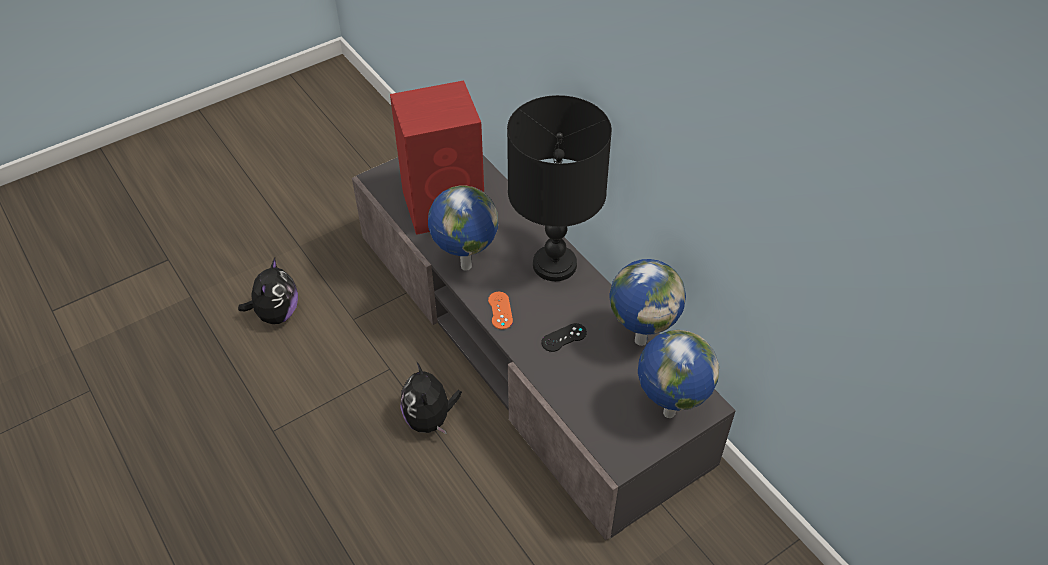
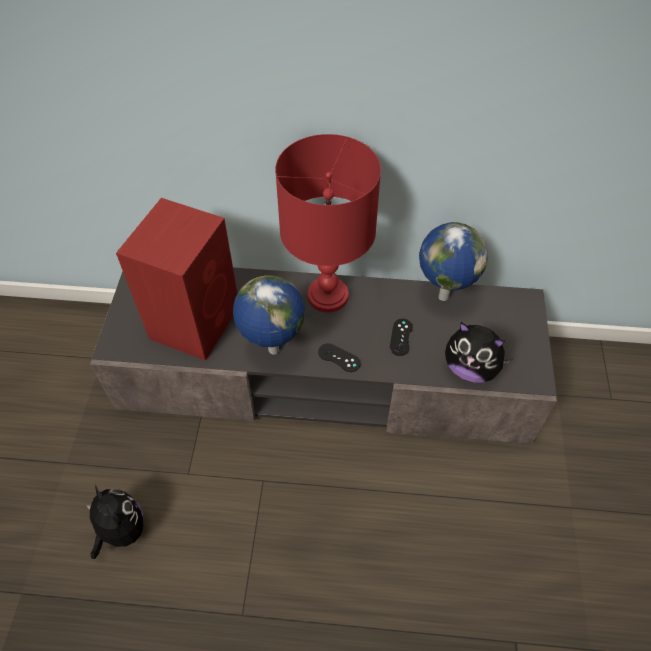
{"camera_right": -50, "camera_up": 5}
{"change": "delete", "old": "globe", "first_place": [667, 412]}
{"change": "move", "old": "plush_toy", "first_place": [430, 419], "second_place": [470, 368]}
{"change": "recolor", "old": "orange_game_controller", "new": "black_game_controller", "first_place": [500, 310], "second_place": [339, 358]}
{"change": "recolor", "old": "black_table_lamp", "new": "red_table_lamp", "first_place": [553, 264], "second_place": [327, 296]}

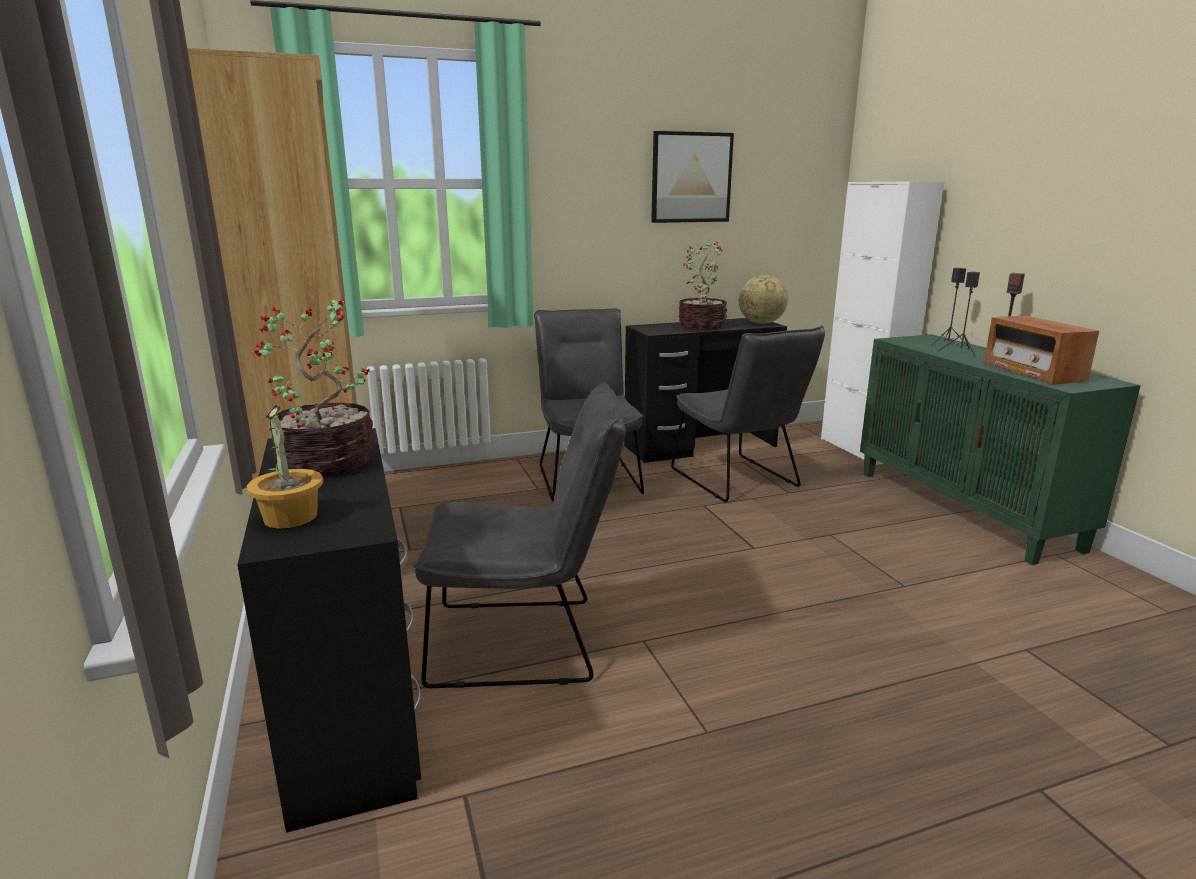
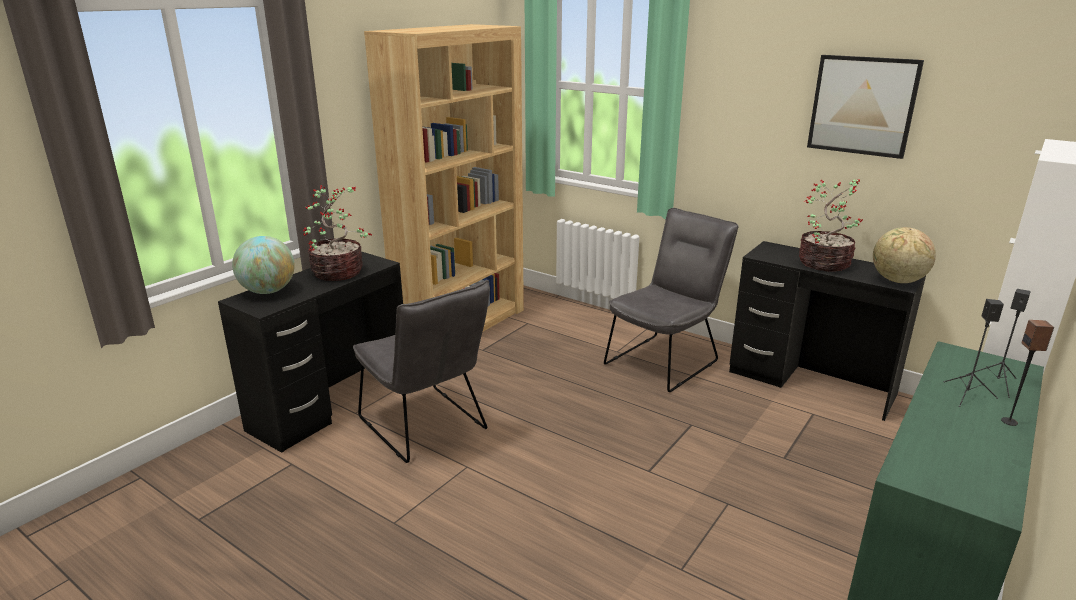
{"camera_right": 55, "camera_up": 5}
{"change": "delete", "old": "grey_chair", "first_place": [739, 481]}
{"change": "delete", "old": "radio", "first_place": [1032, 372]}
{"change": "replace", "old": "potted_plant", "new": "globe", "first_place": [291, 517], "second_place": [268, 291]}

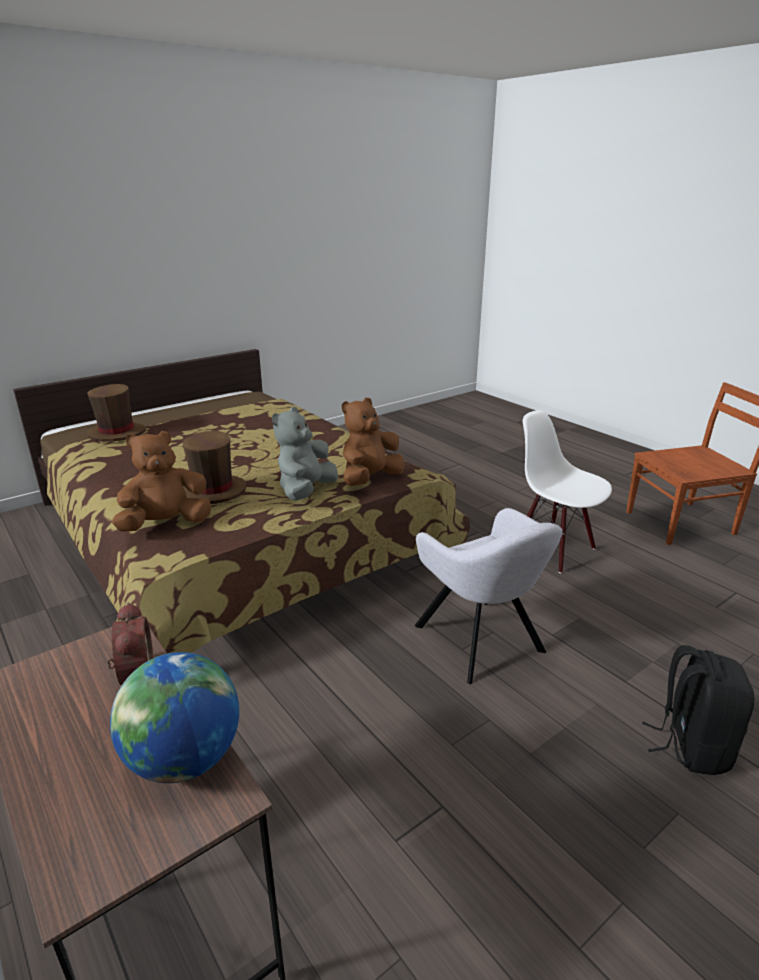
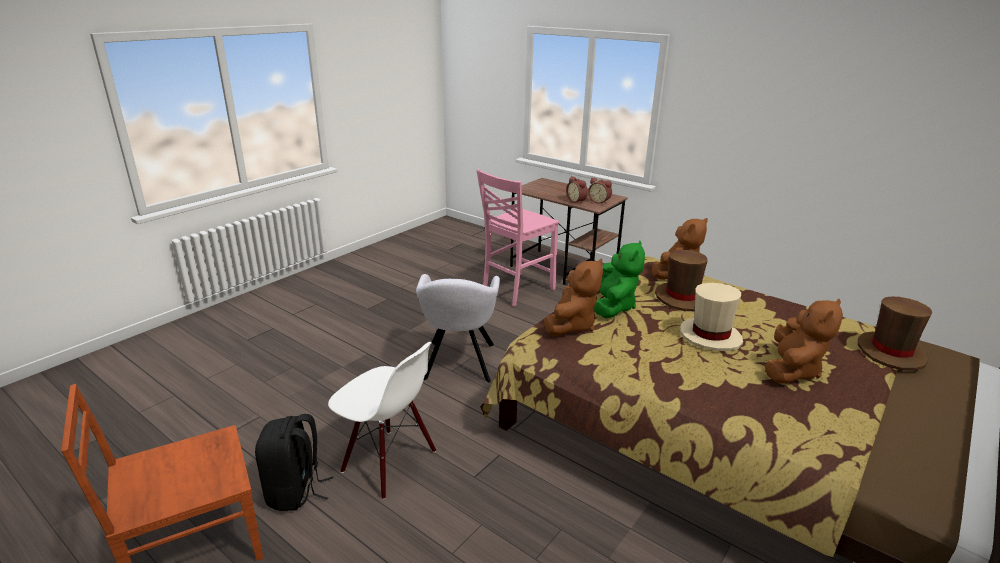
{"camera_right": 165, "camera_up": 0}
{"change": "delete", "old": "globe", "first_place": [184, 759]}
{"change": "insert", "new": "pink_chair", "second_place": [516, 290]}
{"change": "insert", "new": "alarm_clock", "second_place": [599, 201]}
{"change": "insert", "new": "beige_hat", "second_place": [710, 336]}
{"change": "insert", "new": "brown_plush_toy", "second_place": [791, 370]}
{"change": "move", "old": "black_backpack", "first_place": [691, 745], "second_place": [295, 491]}
{"change": "recolor", "old": "grey_plush_toy", "new": "green_plush_toy", "first_place": [306, 491], "second_place": [613, 306]}
{"change": "rotate", "old": "grey_armchair", "first_place": [482, 641], "second_place": [459, 363], "degrees": -135}

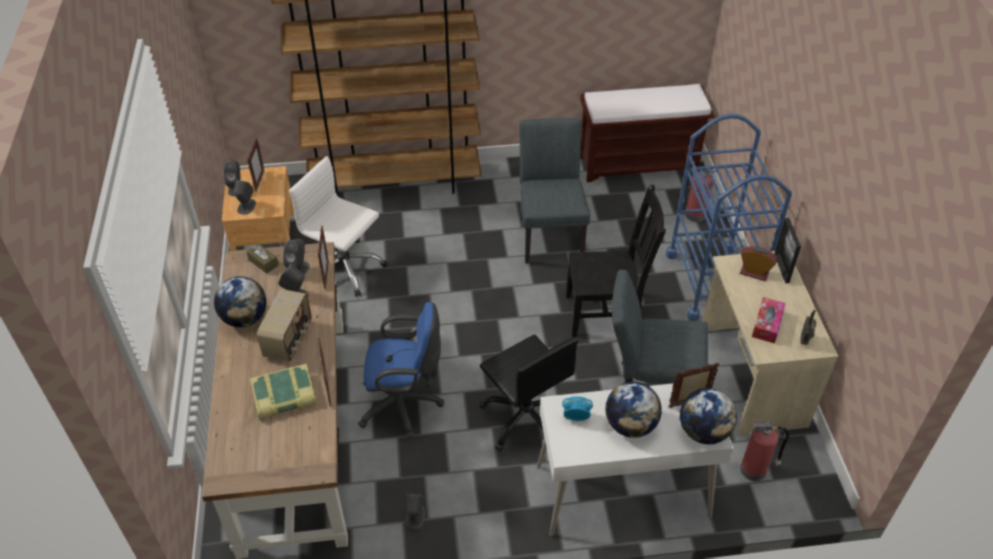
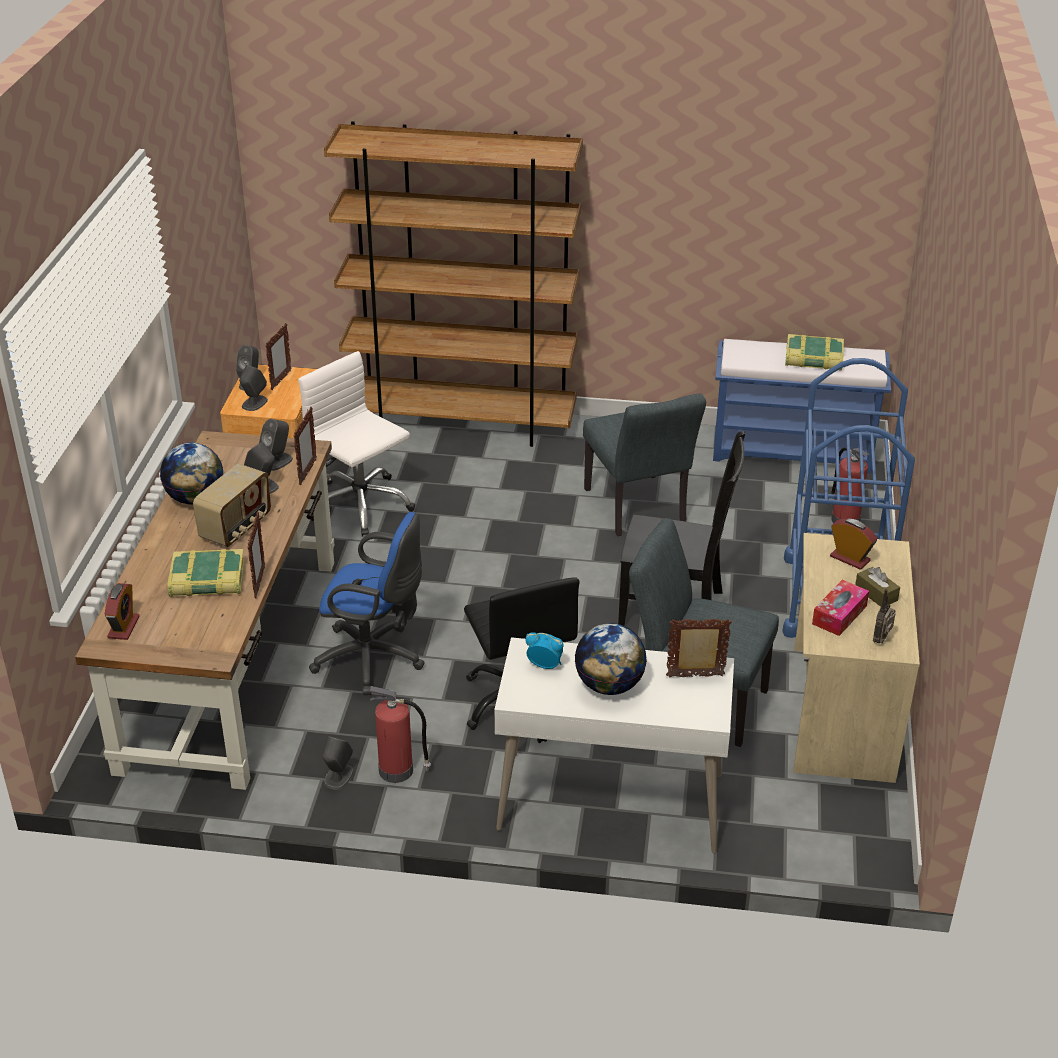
{"camera_right": 15, "camera_up": -10}
{"change": "delete", "old": "globe", "first_place": [703, 432]}
{"change": "delete", "old": "picture_frame", "first_place": [781, 268]}
{"change": "insert", "new": "alarm_clock", "second_place": [123, 627]}
{"change": "insert", "new": "book", "second_place": [813, 359]}
{"change": "move", "old": "brown_tissue_box", "first_place": [263, 262], "second_place": [876, 594]}
{"change": "move", "old": "fire_extinguisher", "first_place": [754, 469], "second_place": [398, 770]}
{"change": "recolor", "old": "brown_bench", "new": "blue_bench", "first_place": [639, 163], "second_place": [793, 451]}
{"change": "rotate", "old": "grey_chair", "first_place": [550, 234], "second_place": [638, 510], "degrees": 150}

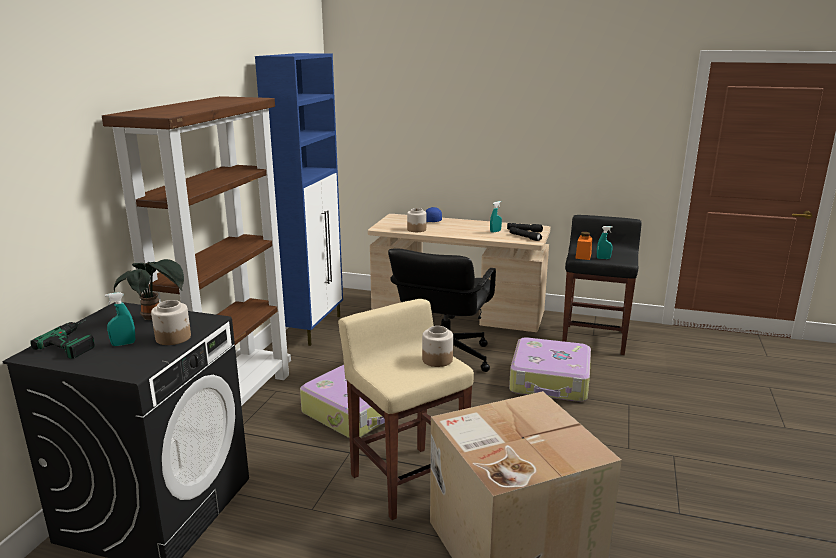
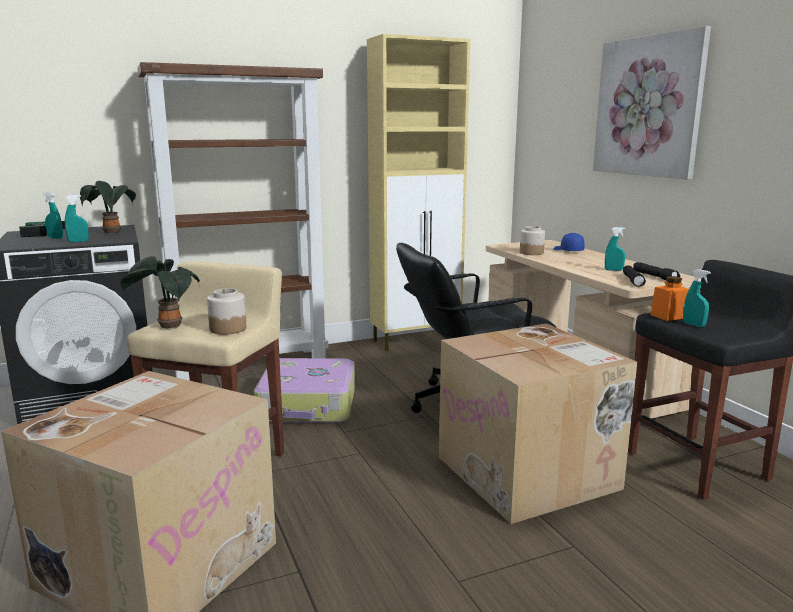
{"camera_right": 50, "camera_up": -5}
{"change": "insert", "new": "potted_plant", "second_place": [167, 326]}
{"change": "insert", "new": "picture", "second_place": [647, 106]}
{"change": "replace", "old": "jar", "new": "turquoise_spray_bottle", "first_place": [174, 338], "second_place": [78, 241]}
{"change": "replace", "old": "suitcase", "new": "cardboard_box", "first_place": [550, 381], "second_place": [530, 473]}
{"change": "recolor", "old": "blue_cabinet", "new": "beige_cabinet", "first_place": [313, 328], "second_place": [417, 340]}

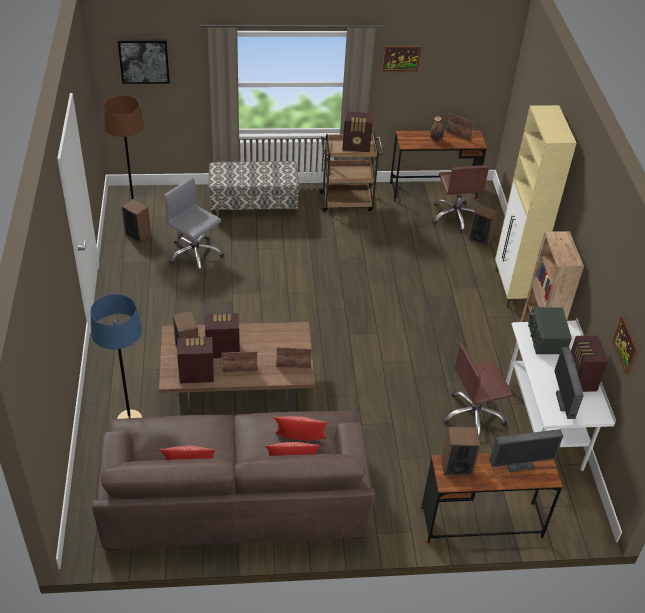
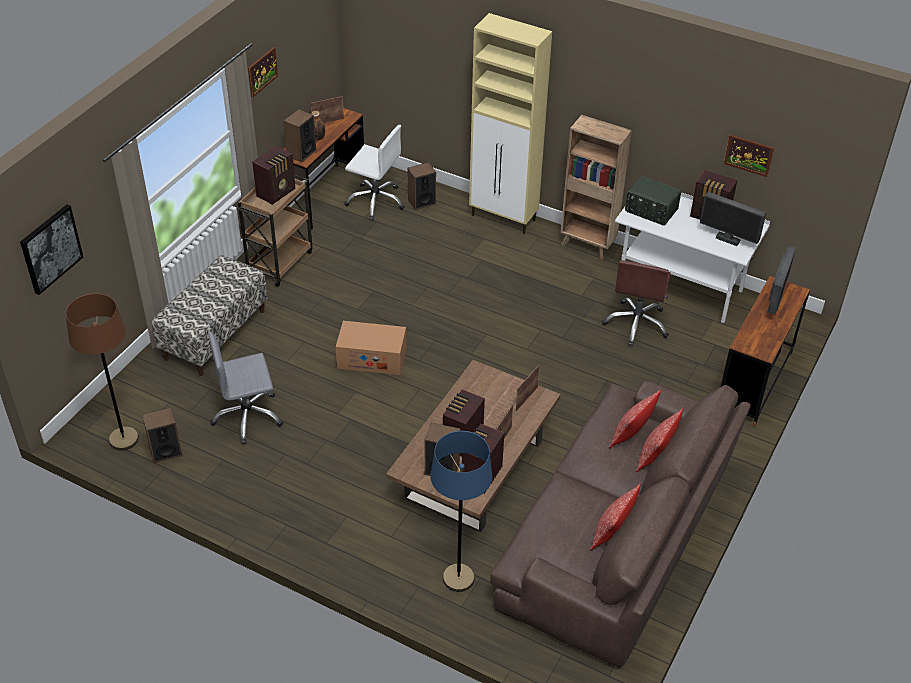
{"camera_right": -55, "camera_up": 0}
{"change": "insert", "new": "cardboard_box", "second_place": [372, 358]}
{"change": "move", "old": "speaker", "first_place": [456, 466], "second_place": [301, 153]}
{"change": "recolor", "old": "brown_office_chair", "new": "white_office_chair", "first_place": [455, 216], "second_place": [376, 201]}

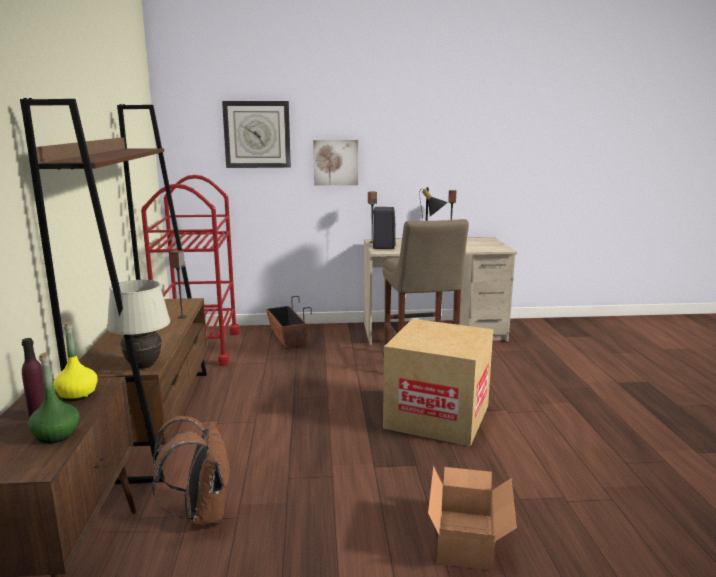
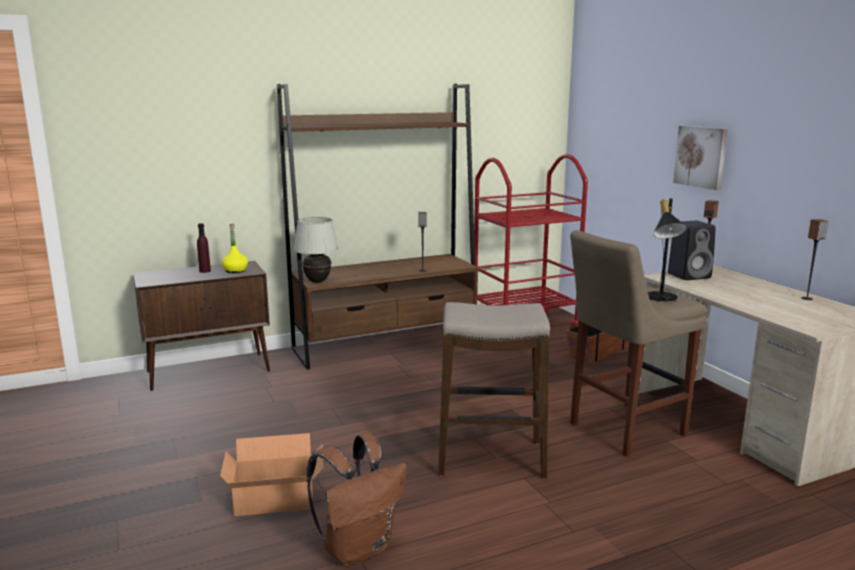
{"camera_right": 70, "camera_up": 0}
{"change": "delete", "old": "green_bottle", "first_place": [56, 435]}
{"change": "delete", "old": "wall_clock", "first_place": [257, 134]}
{"change": "move", "old": "brown_backpack", "first_place": [201, 514], "second_place": [358, 548]}
{"change": "replace", "old": "cardboard_box", "new": "stool", "first_place": [437, 416], "second_place": [491, 458]}

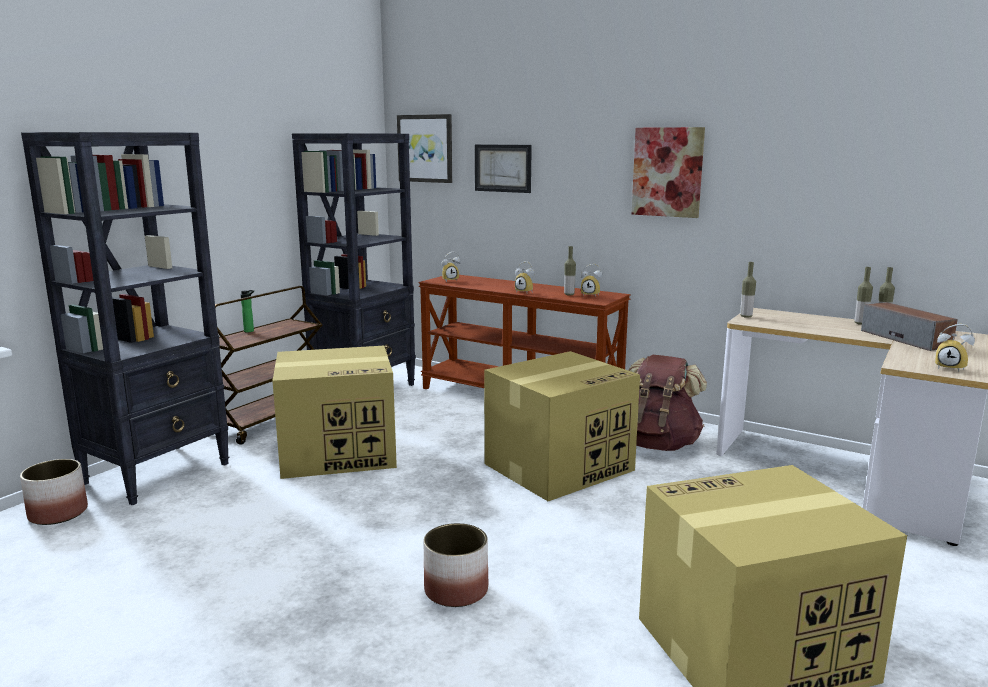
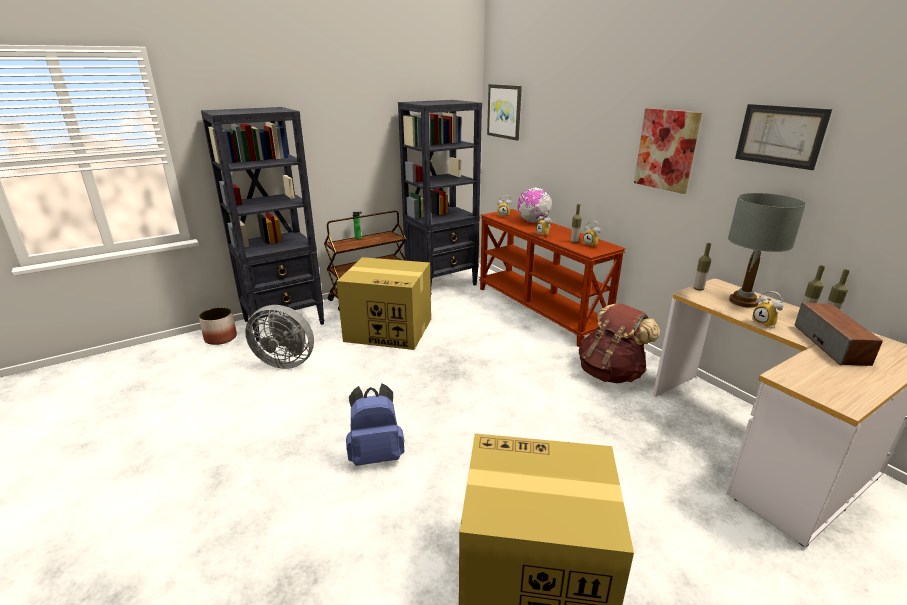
{"camera_right": 25, "camera_up": 10}
{"change": "delete", "old": "cardboard_box", "first_place": [560, 466]}
{"change": "insert", "new": "grey_fan", "second_place": [286, 361]}
{"change": "insert", "new": "globe", "second_place": [533, 222]}
{"change": "insert", "new": "grey_table_lamp", "second_place": [743, 301]}
{"change": "move", "old": "picture", "first_place": [503, 168], "second_place": [780, 135]}
{"change": "move", "old": "alarm_clock", "first_place": [951, 368], "second_place": [765, 323]}
{"change": "replace", "old": "planter", "new": "blue_backpack", "first_place": [456, 590], "second_place": [376, 455]}

